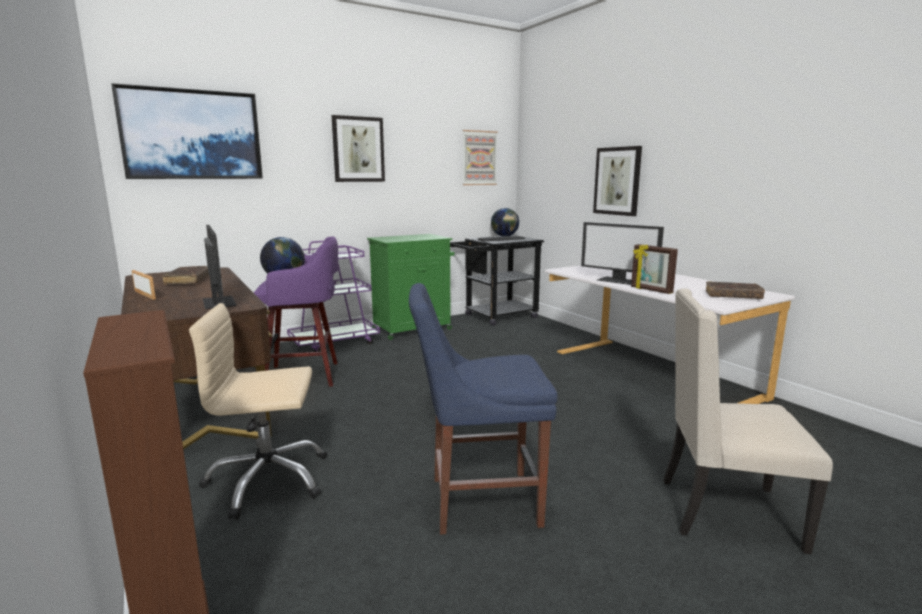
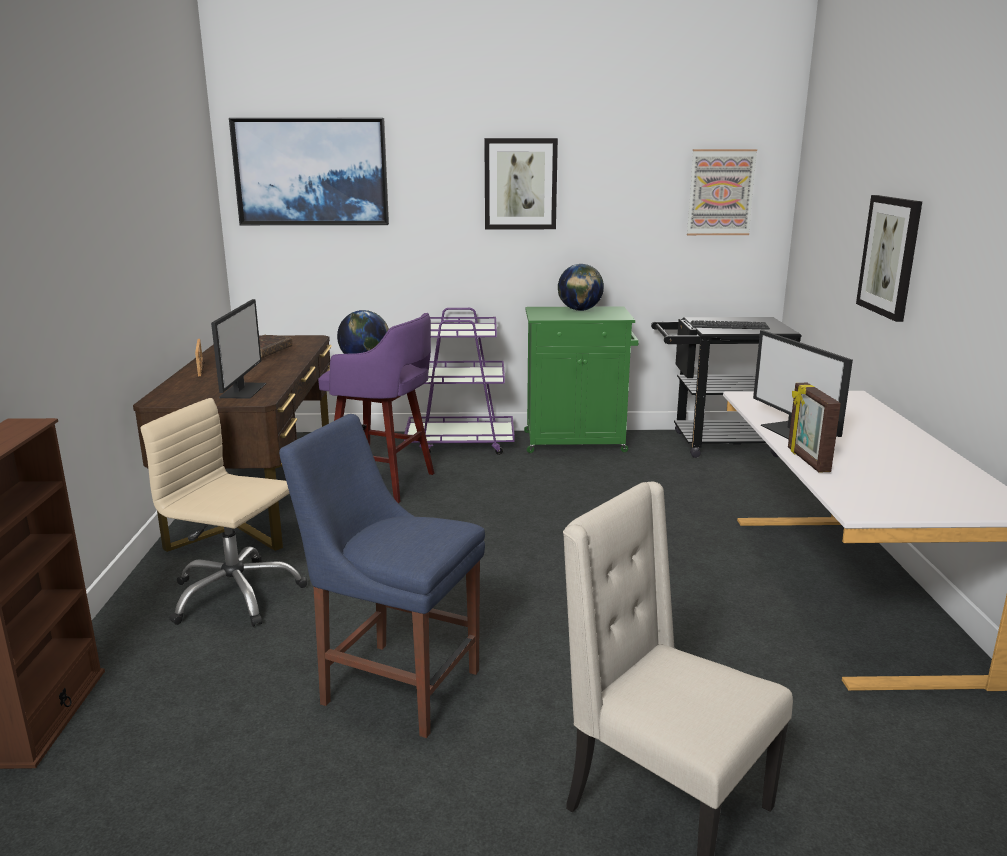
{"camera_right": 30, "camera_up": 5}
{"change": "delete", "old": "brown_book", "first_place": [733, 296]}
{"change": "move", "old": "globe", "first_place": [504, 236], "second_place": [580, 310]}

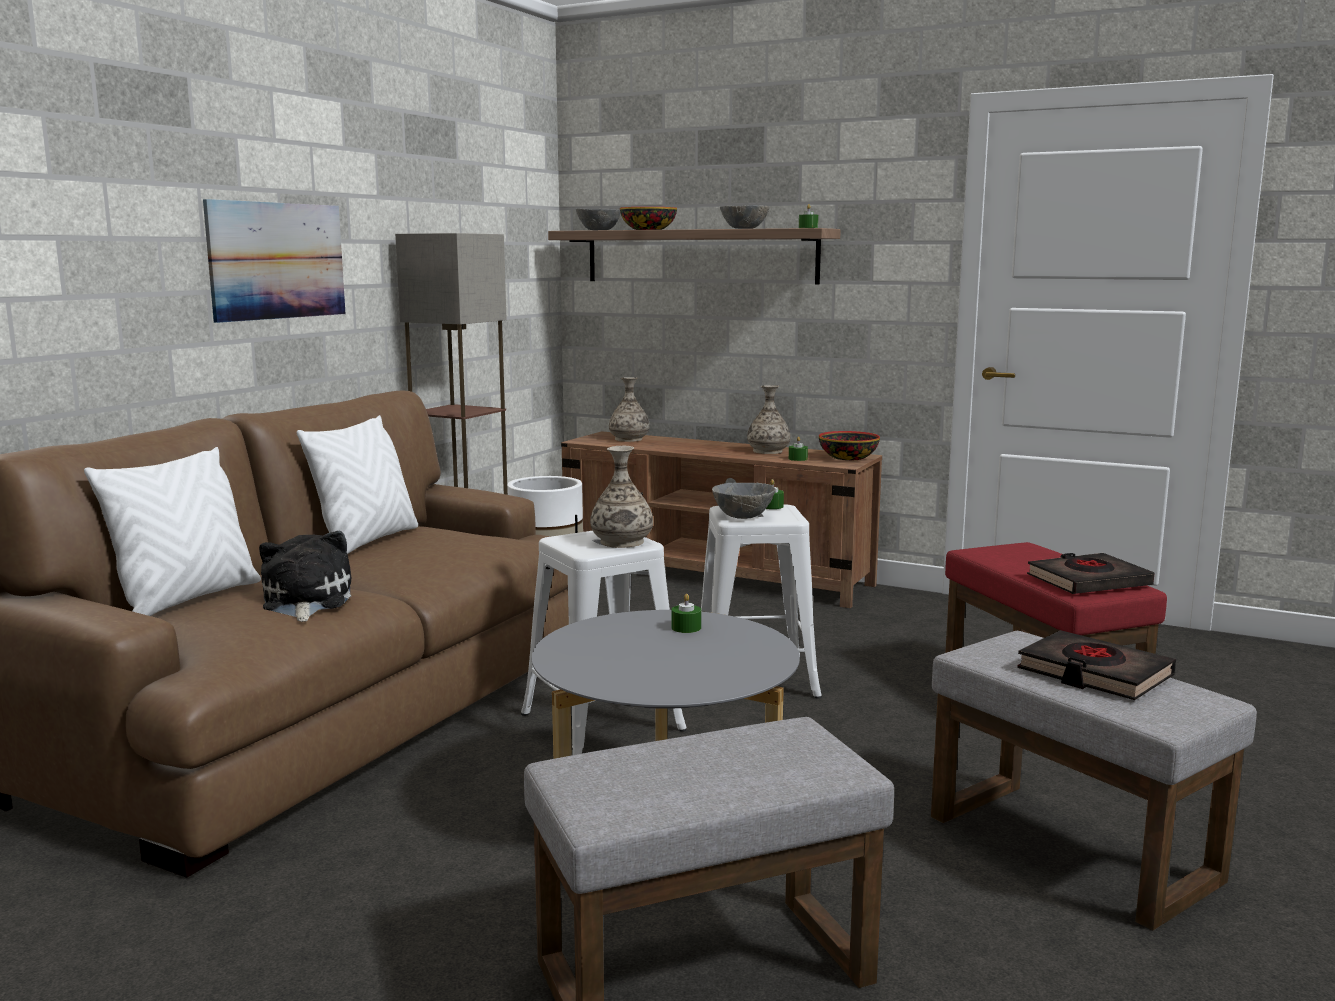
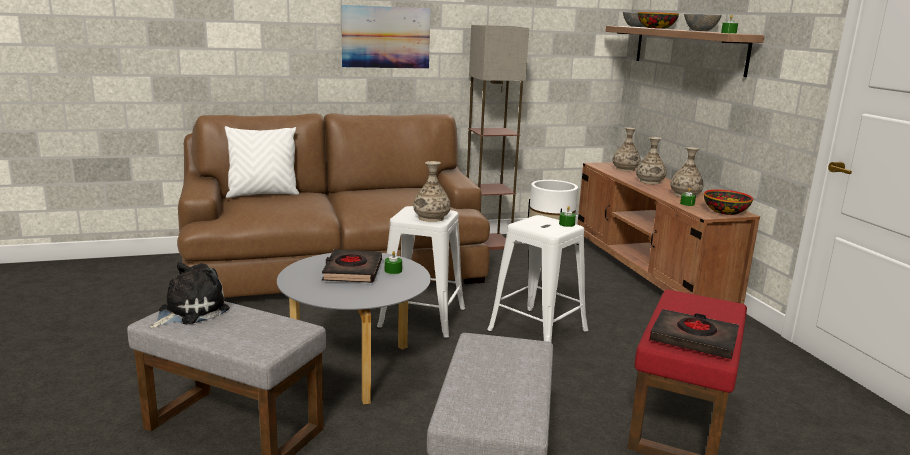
{"camera_right": 45, "camera_up": 5}
{"change": "delete", "old": "white_pillow", "first_place": [367, 541]}
{"change": "delete", "old": "grey_bowl", "first_place": [743, 516]}
{"change": "insert", "new": "vase", "second_place": [649, 182]}
{"change": "move", "old": "plush_toy", "first_place": [305, 602], "second_place": [189, 311]}
{"change": "move", "old": "black_book", "first_place": [1094, 674], "second_place": [352, 271]}

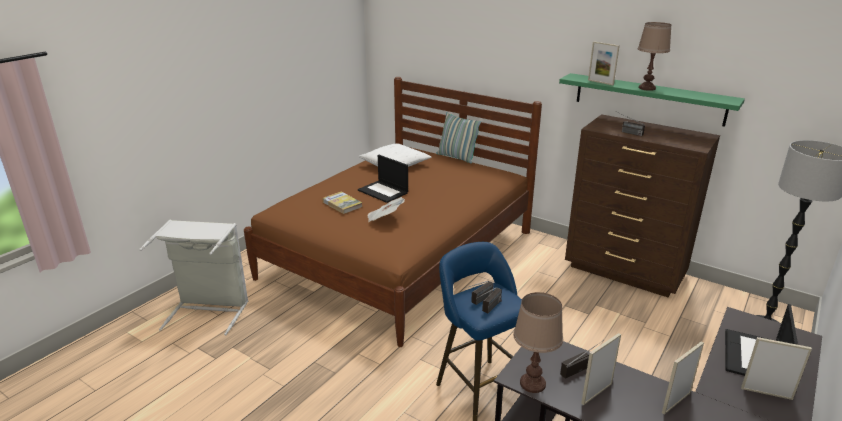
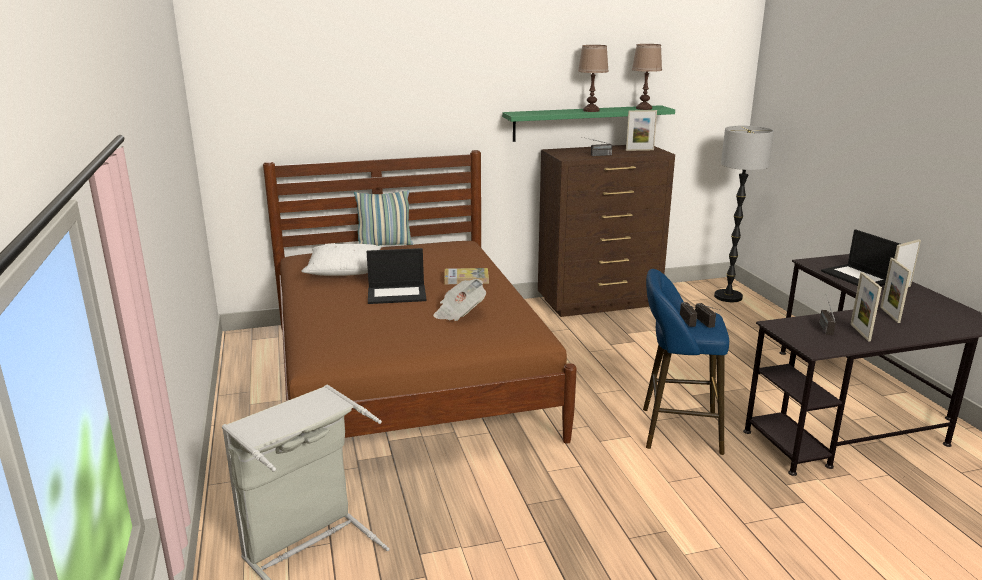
{"camera_right": -50, "camera_up": -5}
{"change": "move", "old": "book", "first_place": [342, 204], "second_place": [466, 278]}
{"change": "move", "old": "brown_table_lamp", "first_place": [532, 384], "second_place": [644, 108]}
{"change": "move", "old": "picture_frame", "first_place": [600, 82], "second_place": [639, 150]}

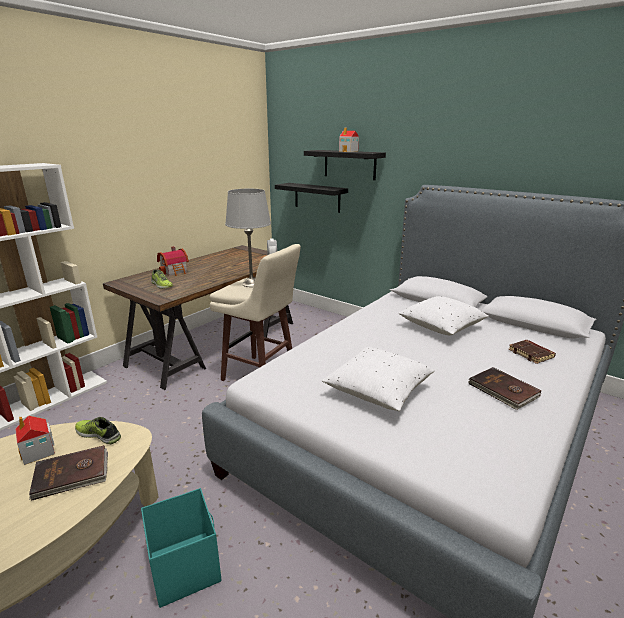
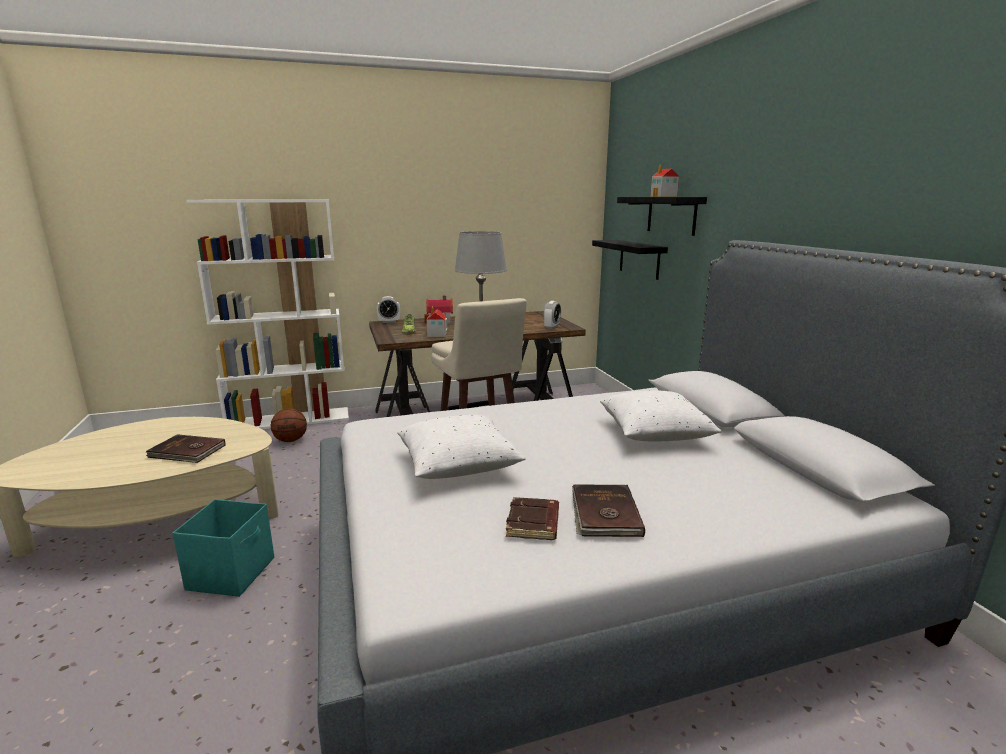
{"camera_right": 35, "camera_up": -5}
{"change": "delete", "old": "shoe", "first_place": [99, 434]}
{"change": "insert", "new": "basketball", "second_place": [291, 440]}
{"change": "insert", "new": "alarm_clock", "second_place": [389, 322]}
{"change": "move", "old": "toy_house", "first_place": [38, 452], "second_place": [437, 334]}
{"change": "move", "old": "brown_book", "first_place": [531, 354], "second_place": [534, 524]}

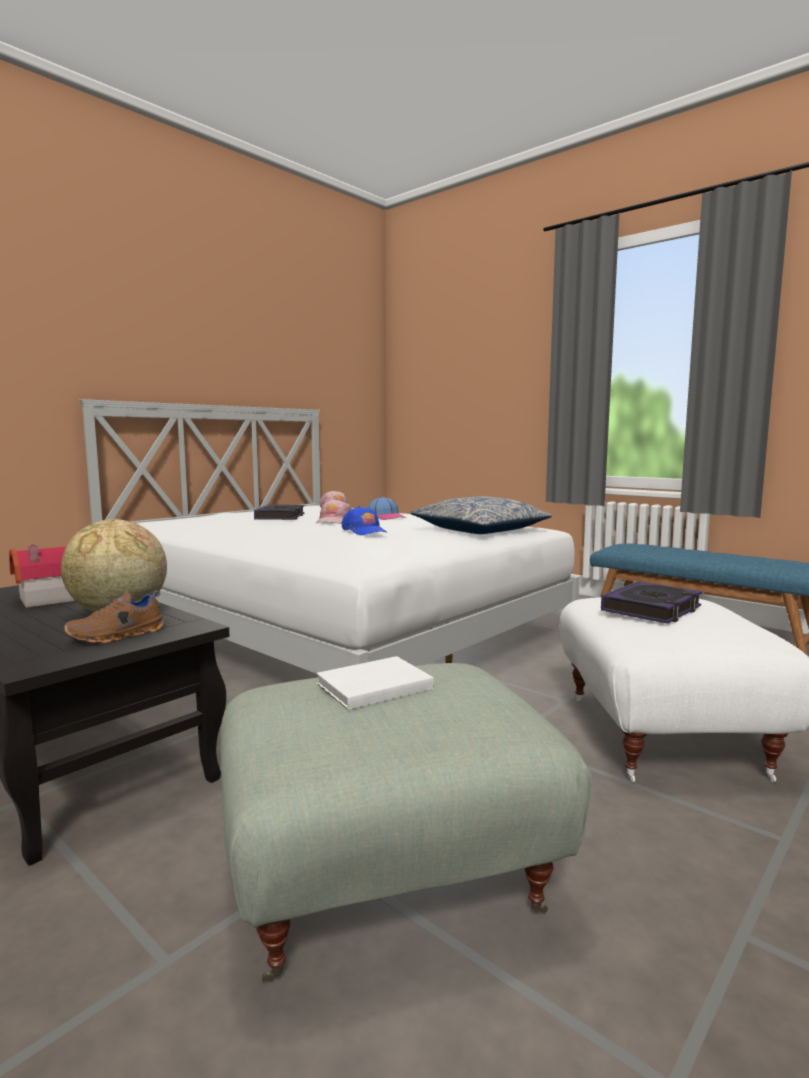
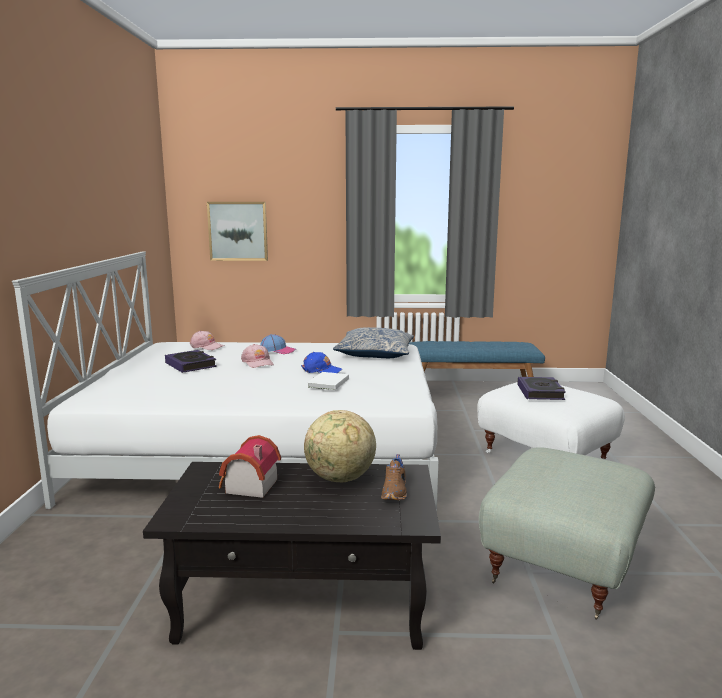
{"camera_right": -40, "camera_up": 5}
{"change": "insert", "new": "picture", "second_place": [238, 231]}
{"change": "move", "old": "white_book", "first_place": [371, 686], "second_place": [327, 383]}

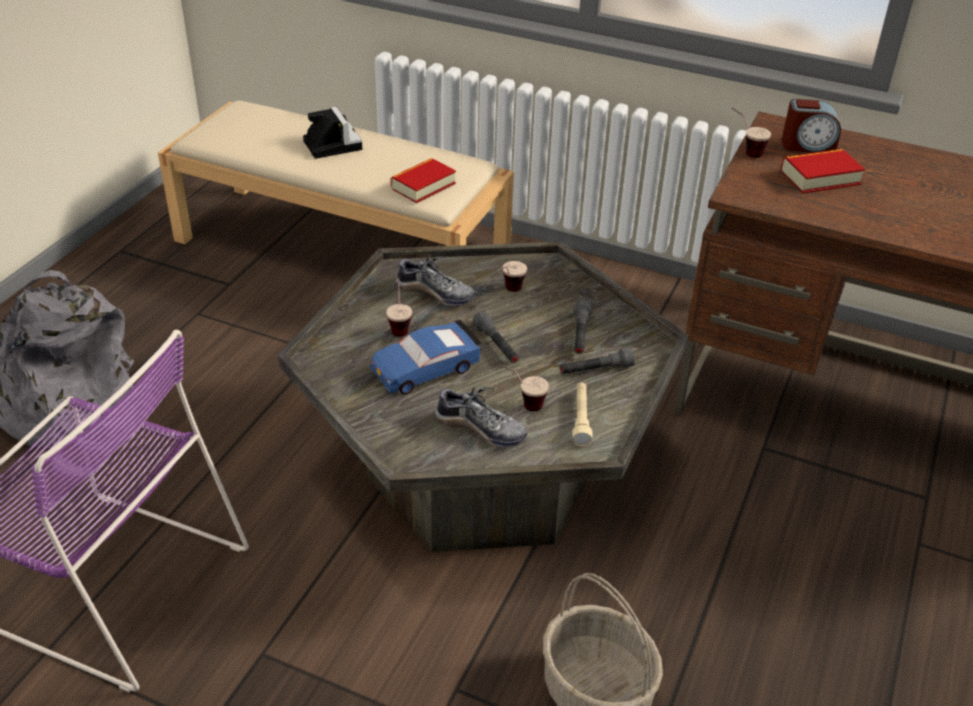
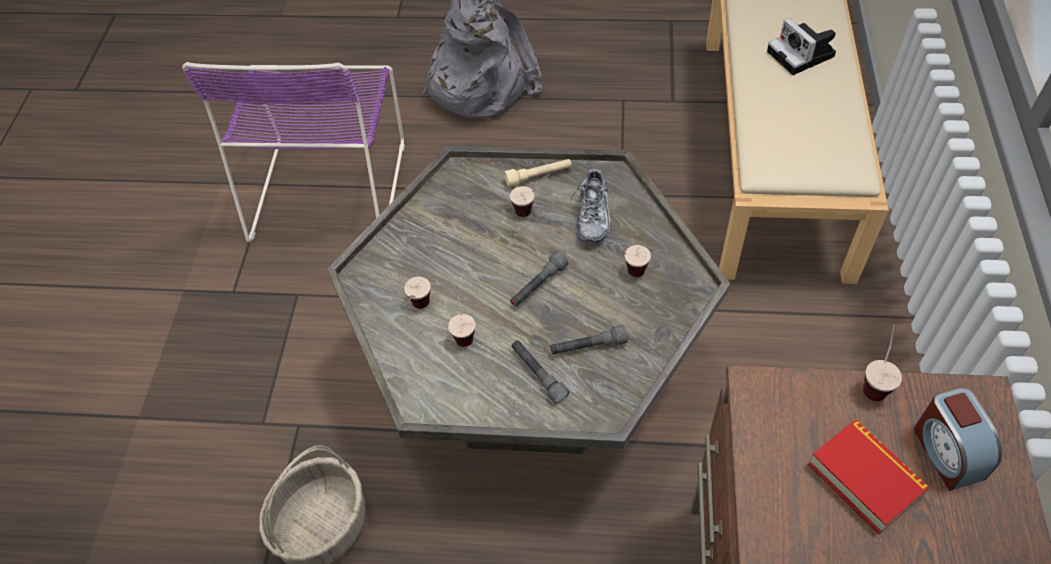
{"camera_right": 75, "camera_up": 15}
{"change": "delete", "old": "blue_toy_car", "first_place": [426, 368]}
{"change": "delete", "old": "book", "first_place": [423, 186]}
{"change": "move", "old": "beige_flashlight", "first_place": [581, 419], "second_place": [538, 176]}
{"change": "replace", "old": "shoe", "new": "cup", "first_place": [481, 428], "second_place": [418, 310]}
{"change": "rotate", "old": "photo_camera", "first_place": [331, 144], "second_place": [802, 55], "degrees": 105}

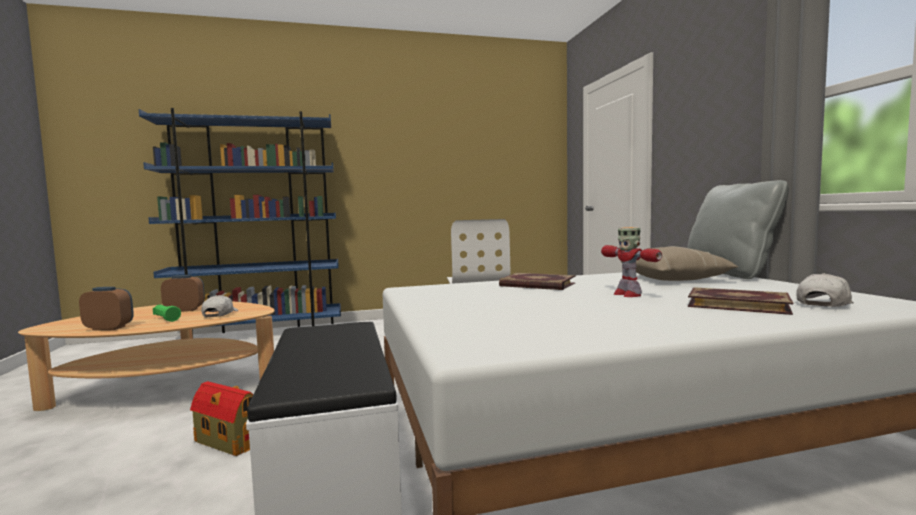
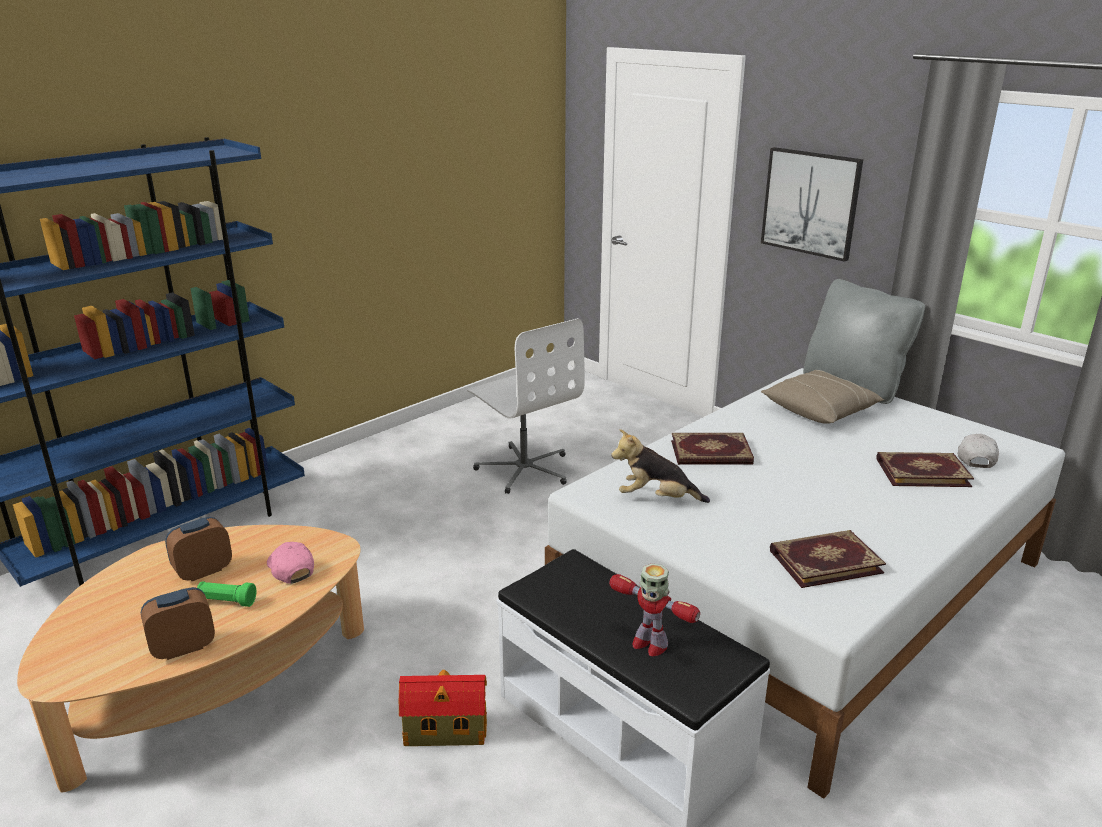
{"camera_right": -30, "camera_up": 20}
{"change": "insert", "new": "plush_toy", "second_place": [656, 498]}
{"change": "insert", "new": "picture", "second_place": [811, 203]}
{"change": "insert", "new": "book", "second_place": [824, 561]}
{"change": "move", "old": "toy_robot", "first_place": [627, 294], "second_place": [649, 644]}
{"change": "recolor", "old": "white_cap", "new": "pink_cap", "first_place": [220, 314], "second_place": [290, 569]}

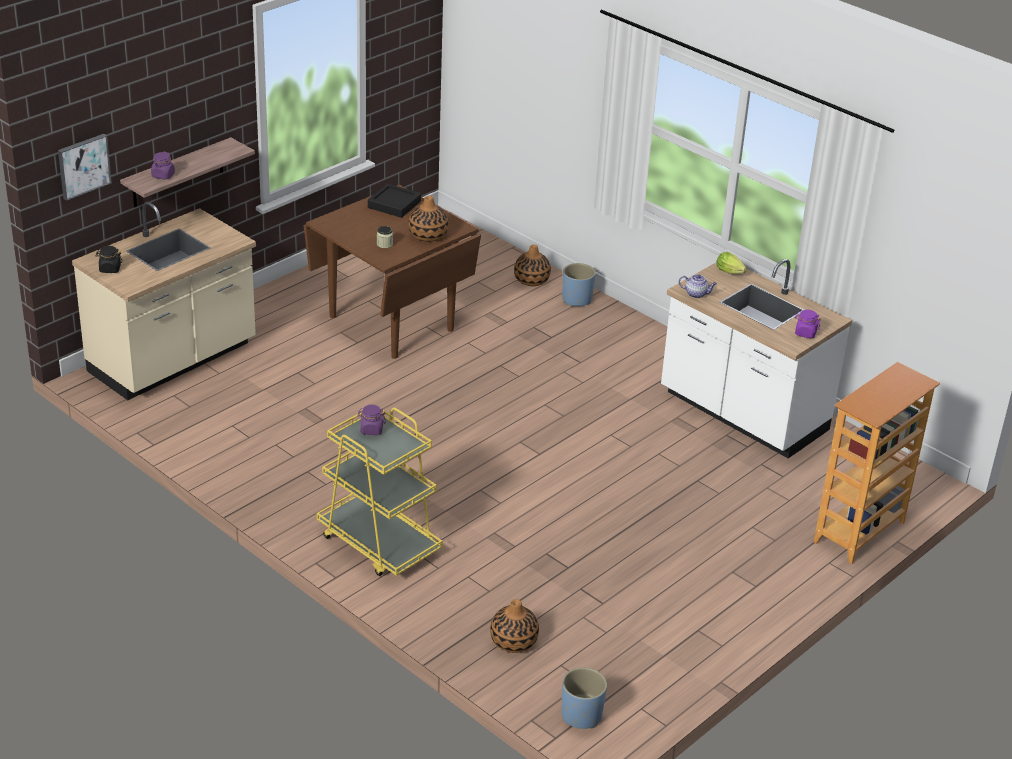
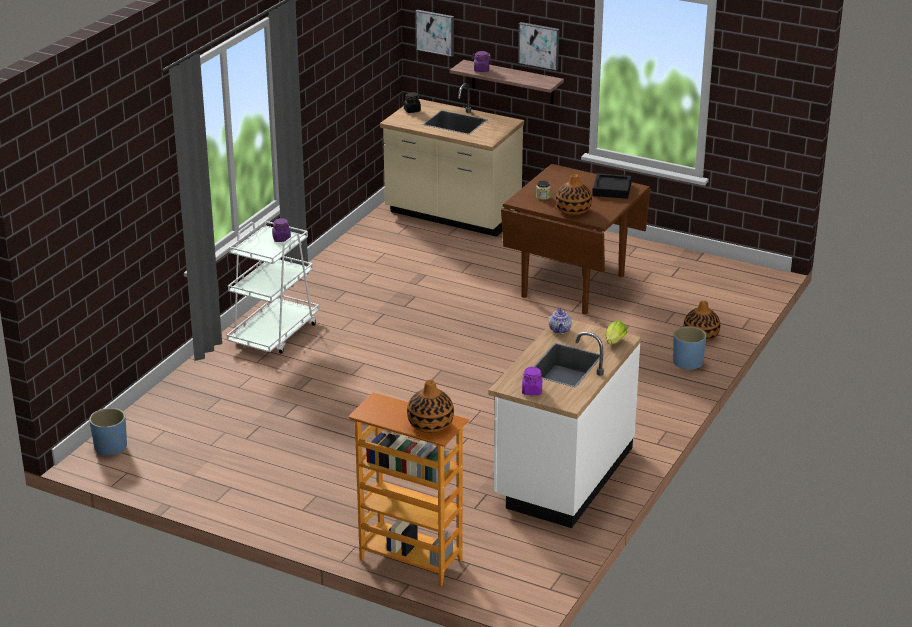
{"camera_right": 75, "camera_up": -5}
{"change": "insert", "new": "picture", "second_place": [539, 45]}
{"change": "move", "old": "vase", "first_place": [513, 641], "second_place": [430, 424]}
{"change": "recolor", "old": "yellow_cart", "new": "white_cart", "first_place": [378, 543], "second_place": [274, 334]}

